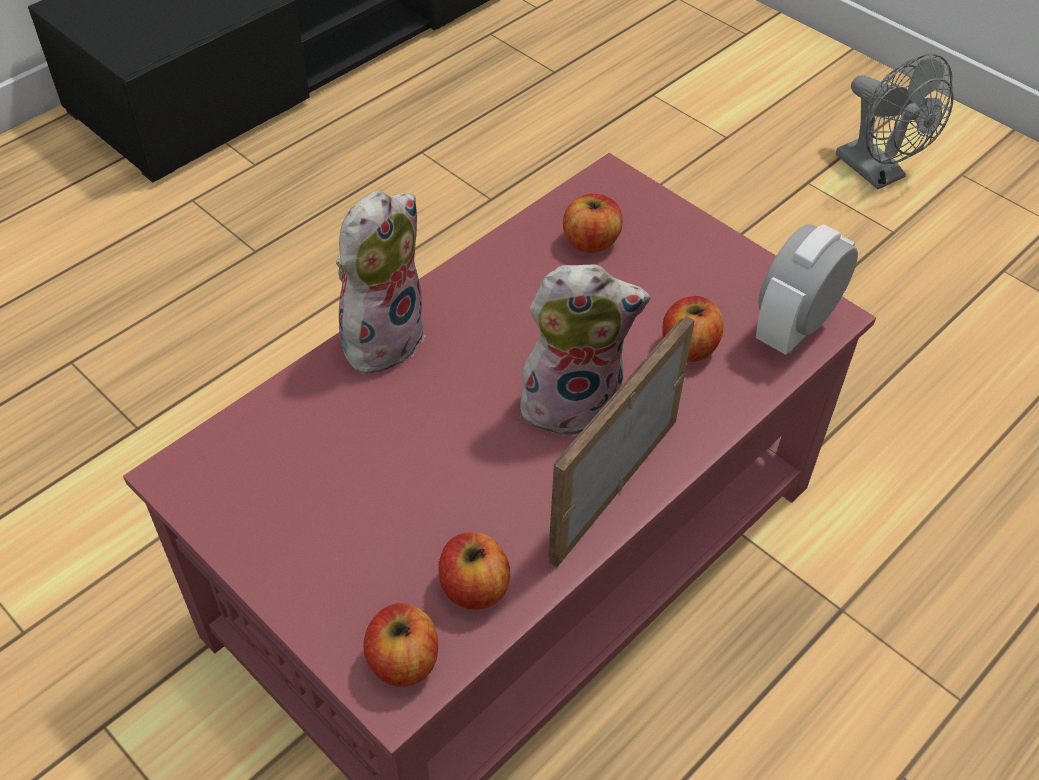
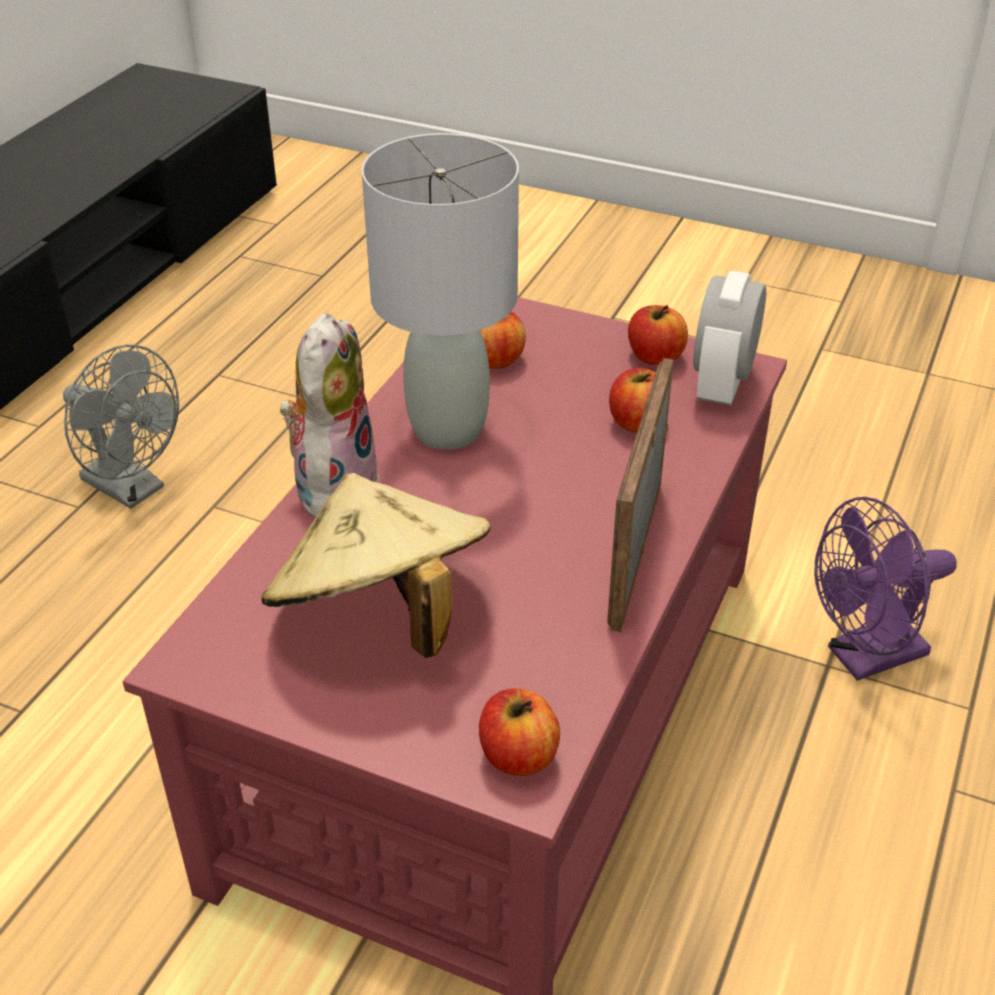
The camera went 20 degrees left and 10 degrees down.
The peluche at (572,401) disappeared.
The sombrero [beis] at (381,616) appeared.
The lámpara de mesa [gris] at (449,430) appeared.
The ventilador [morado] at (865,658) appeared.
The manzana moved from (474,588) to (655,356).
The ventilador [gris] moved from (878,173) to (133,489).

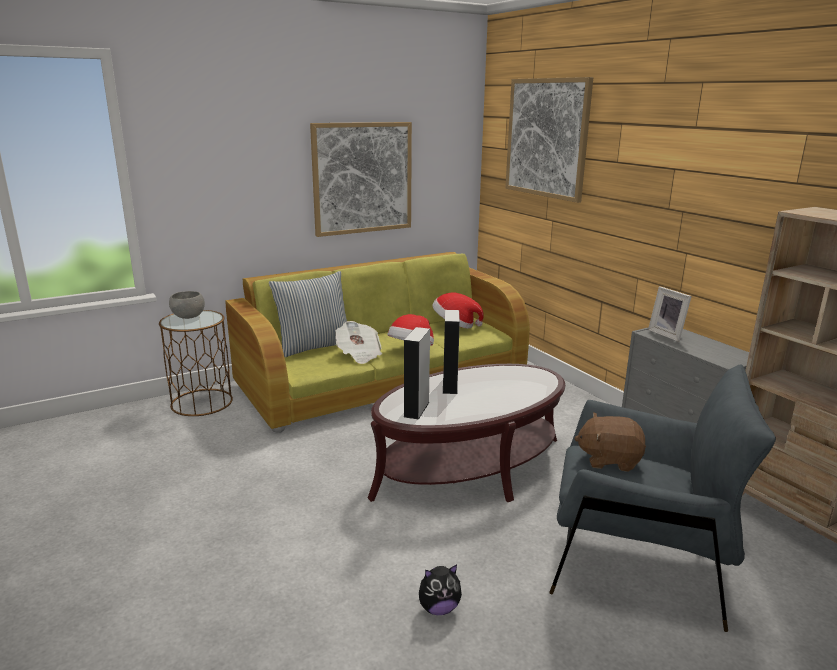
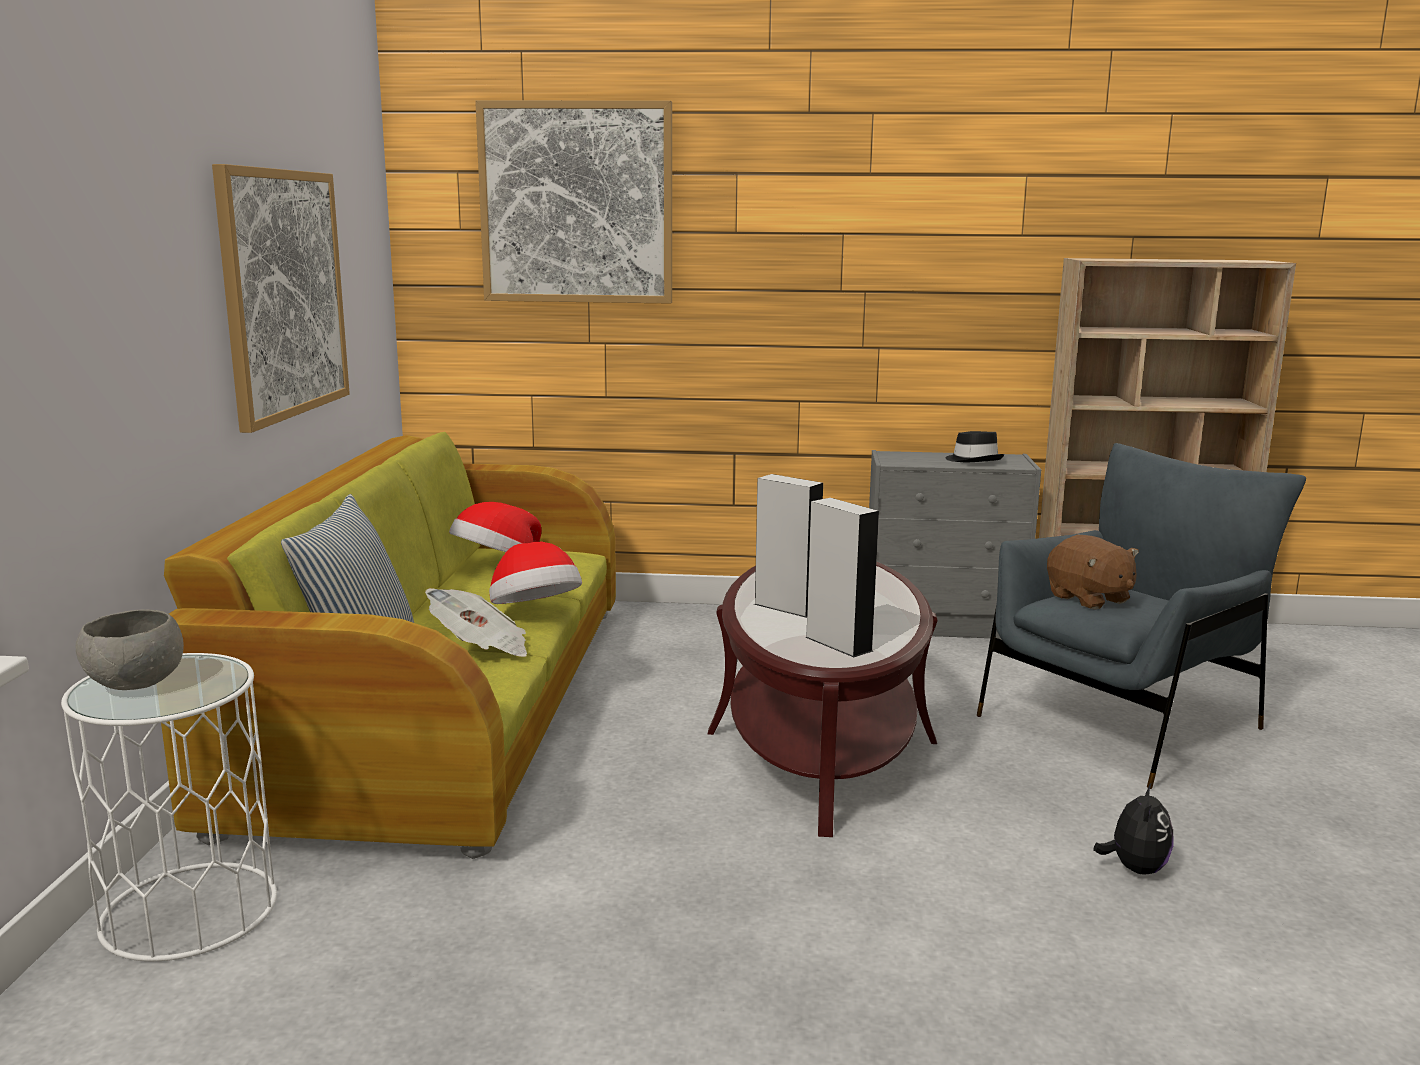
The camera went 55 degrees left and 5 degrees down.
The portarretratos at (668,334) disappeared.
The sombrero [negro] at (973,460) appeared.
The mesa auxiliar [marrón] at (202,402) became the mesa auxiliar [blanco] at (189,910).
The peluche [marrón] at (609,459) turned 75 degrees counterclockwise.

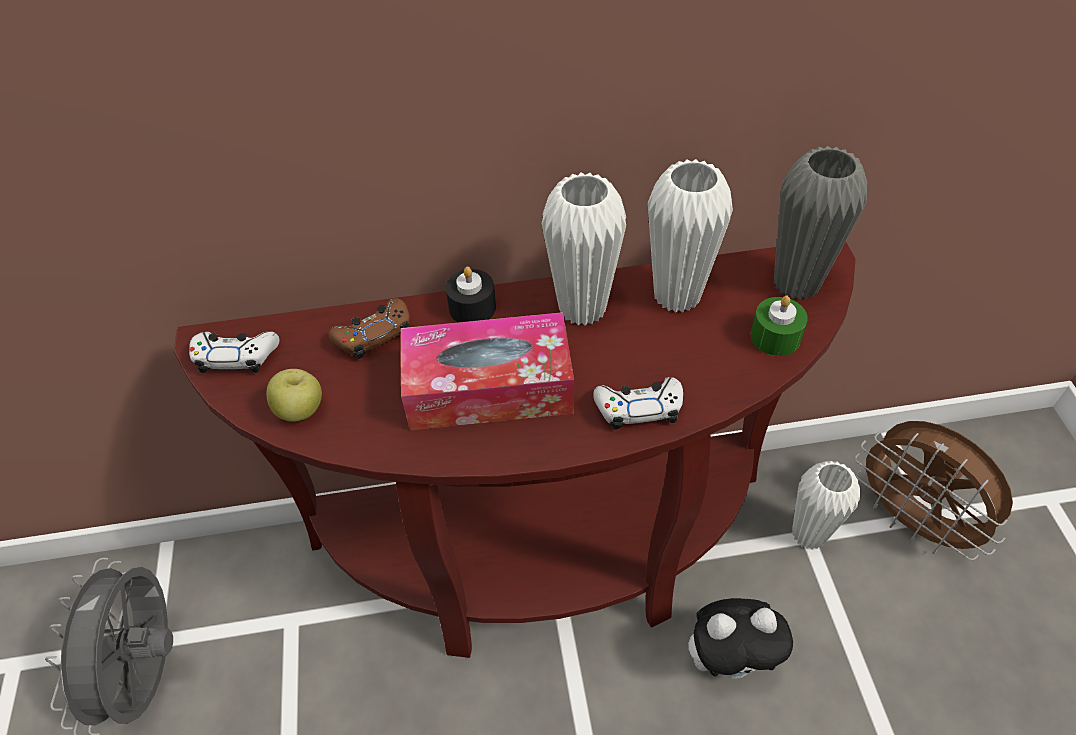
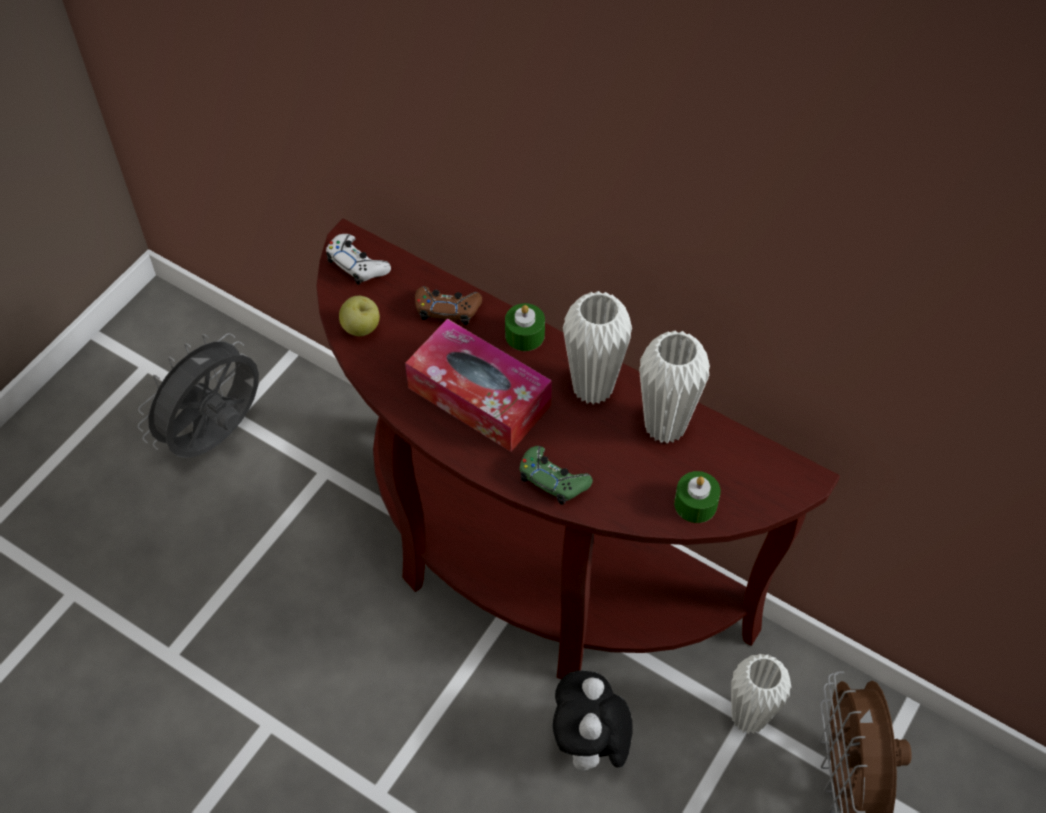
The camera went 40 degrees right and 5 degrees up.
The florero [gris] at (796,283) disappeared.
The vela [negro] at (472,307) became the vela [verde] at (524,335).
The mando de consola [blanco] at (639,408) became the mando de consola [verde] at (553,479).
The peluche at (730,659) turned 60 degrees clockwise.

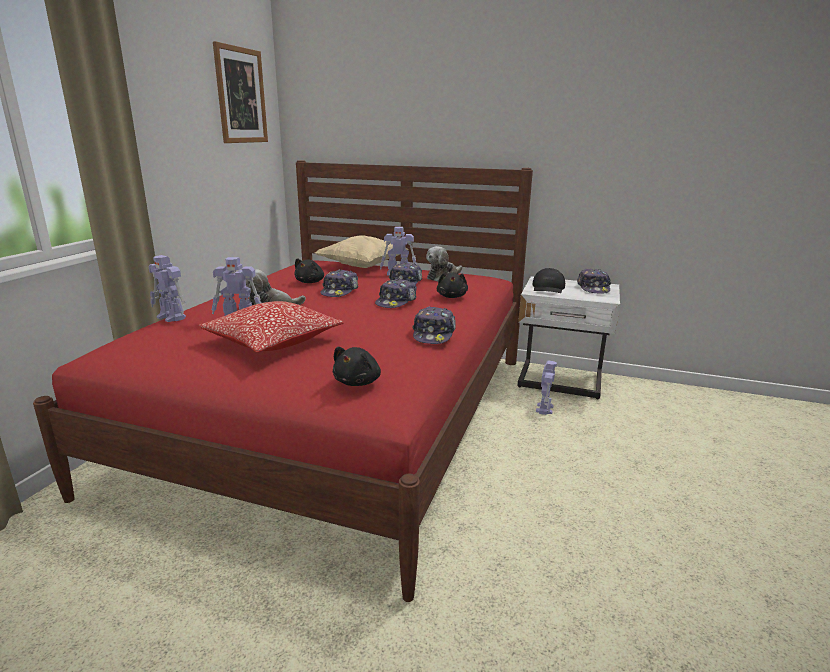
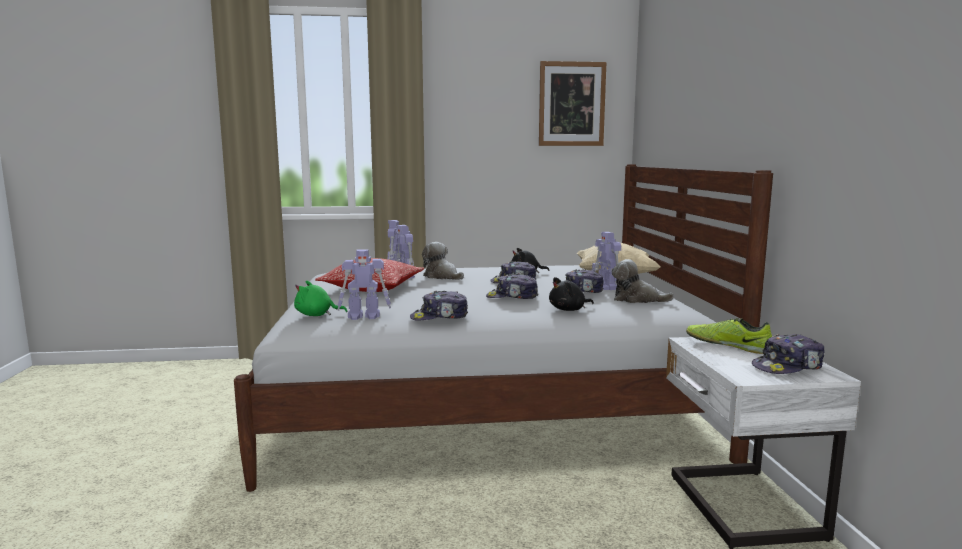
The camera went 65 degrees right and 10 degrees down.
The robot de juguete moved from (544,408) to (365,316).
The gorra [negro] at (548,288) was replaced by the zapato at (727,345).
The cama [rojo] at (341,416) became the cama [blanco] at (483,404).
The peluche [negro] at (358,382) became the peluche [verde] at (316,315).

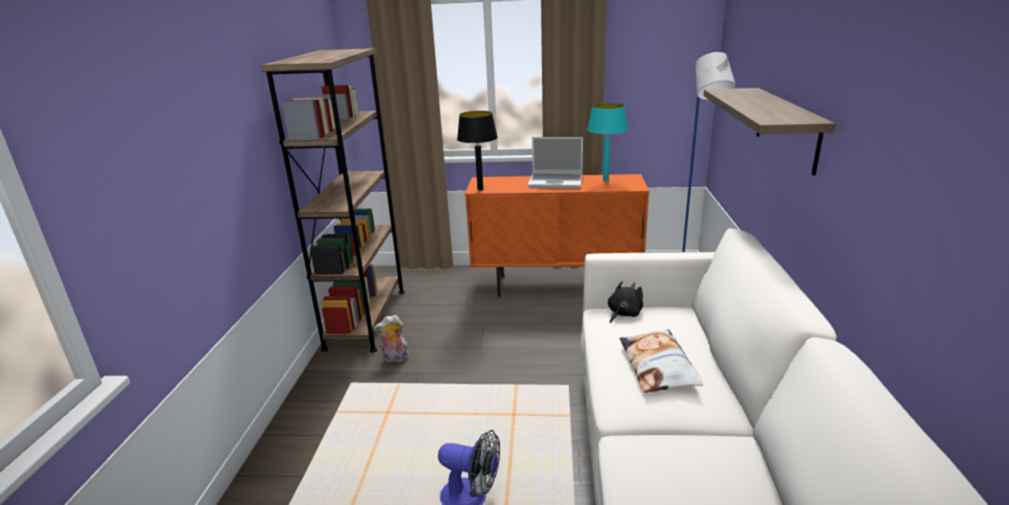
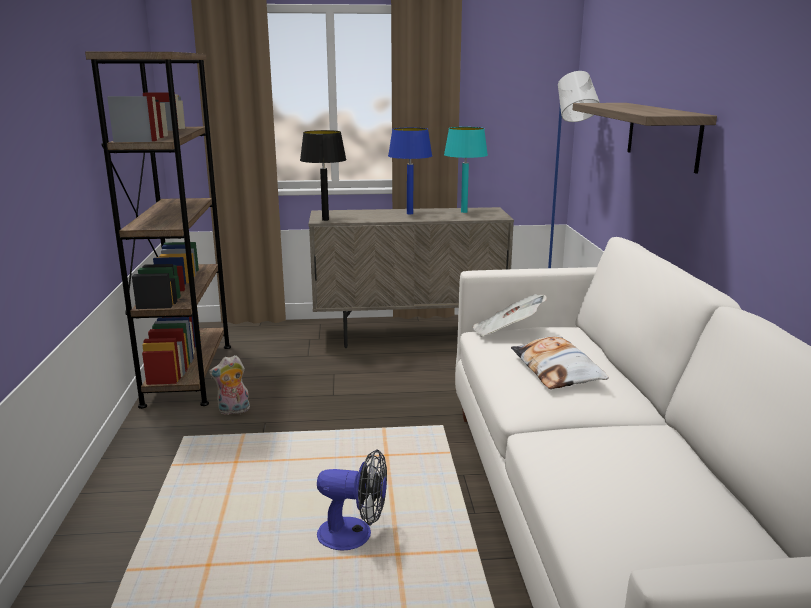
The camera went 10 degrees left and 5 degrees down.
The portátil at (556,182) was replaced by the lámpara de mesa [azul] at (410,213).
The peluche [negro] at (623,314) was replaced by the periódico at (506,333).
The armario [naranja] at (556,286) became the armario [beis] at (409,335).

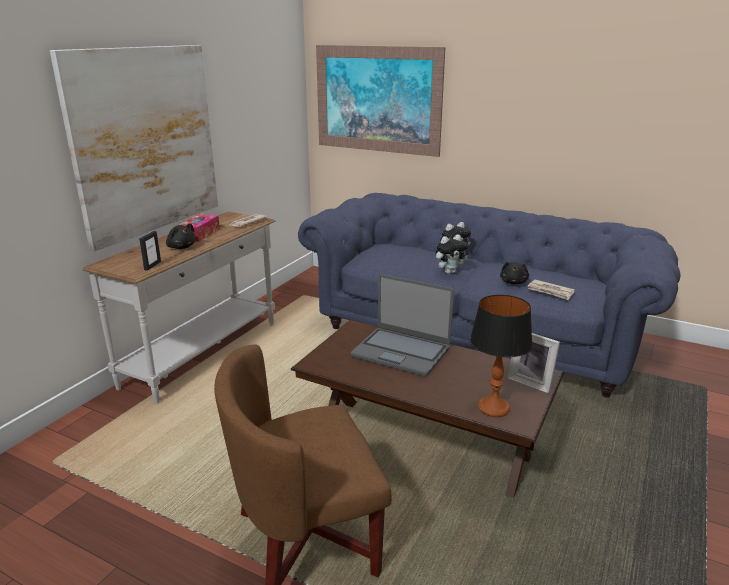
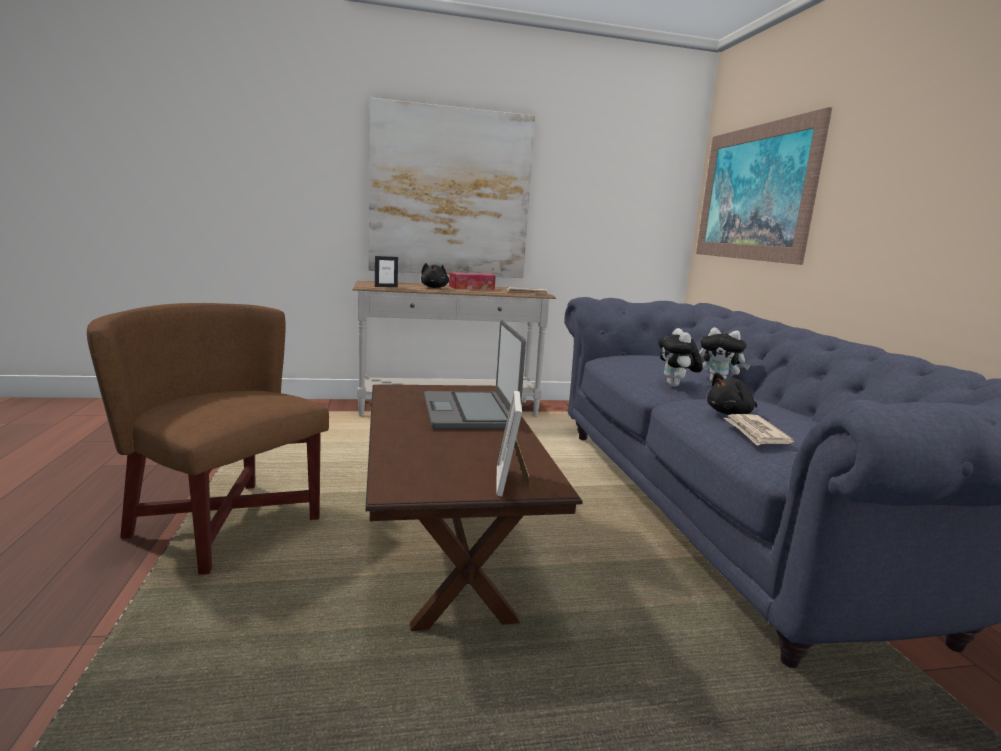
The camera went 50 degrees right and 10 degrees down.
The lámpara de mesa at (494,408) disappeared.
The peluche at (449,272) turned 60 degrees clockwise.

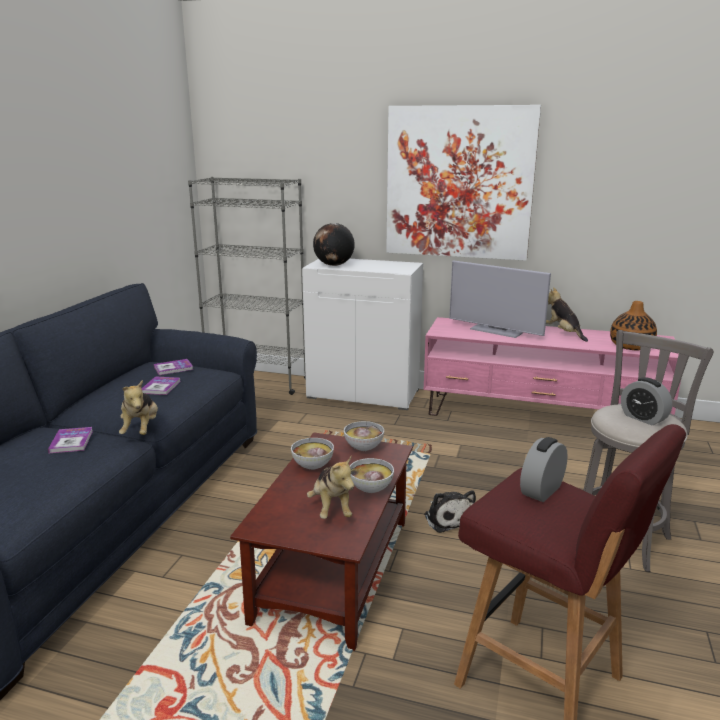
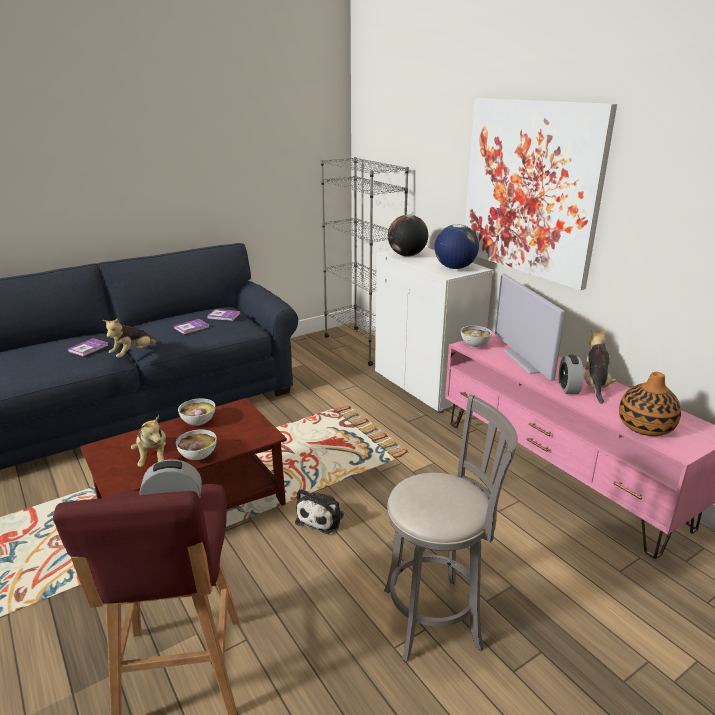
The camera went 40 degrees right and 5 degrees up.
The globo terráqueo at (454,268) appeared.
The cuenco moved from (364,448) to (475,345).
The despertador moved from (643,418) to (568,388).
The peluche at (331,508) turned 45 degrees counterclockwise.

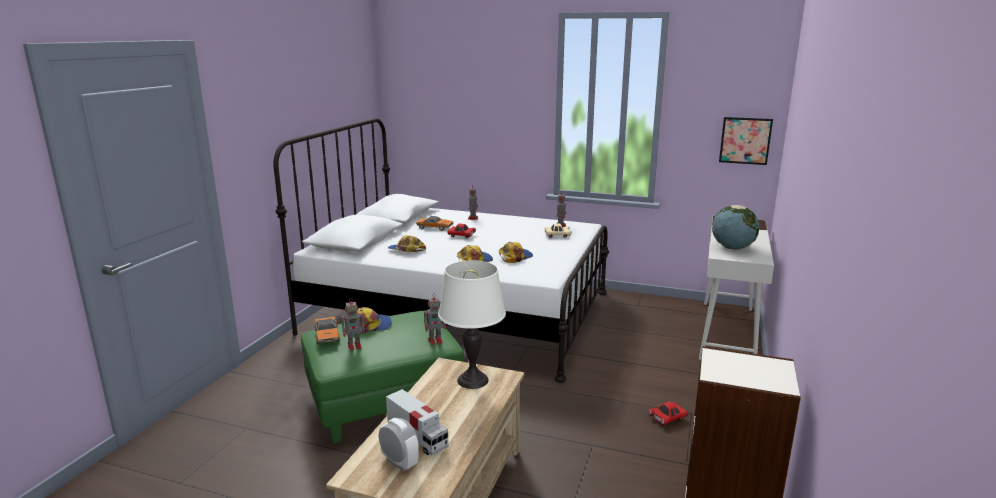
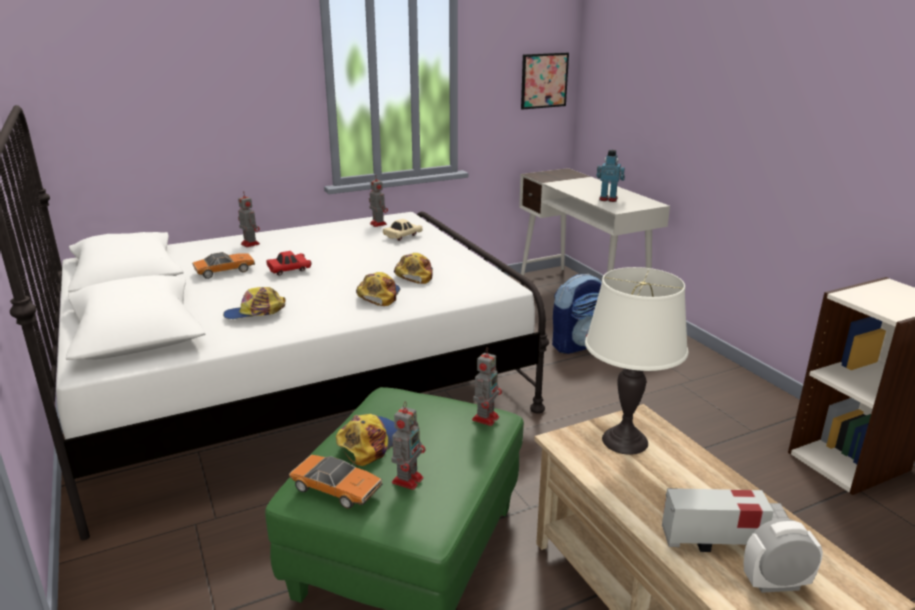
The camera went 45 degrees left and 5 degrees up.
The coche de juguete [rojo] at (667,419) disappeared.
The mochila at (577,344) appeared.
The globo terráqueo at (732,248) was replaced by the robot de juguete at (608,199).

